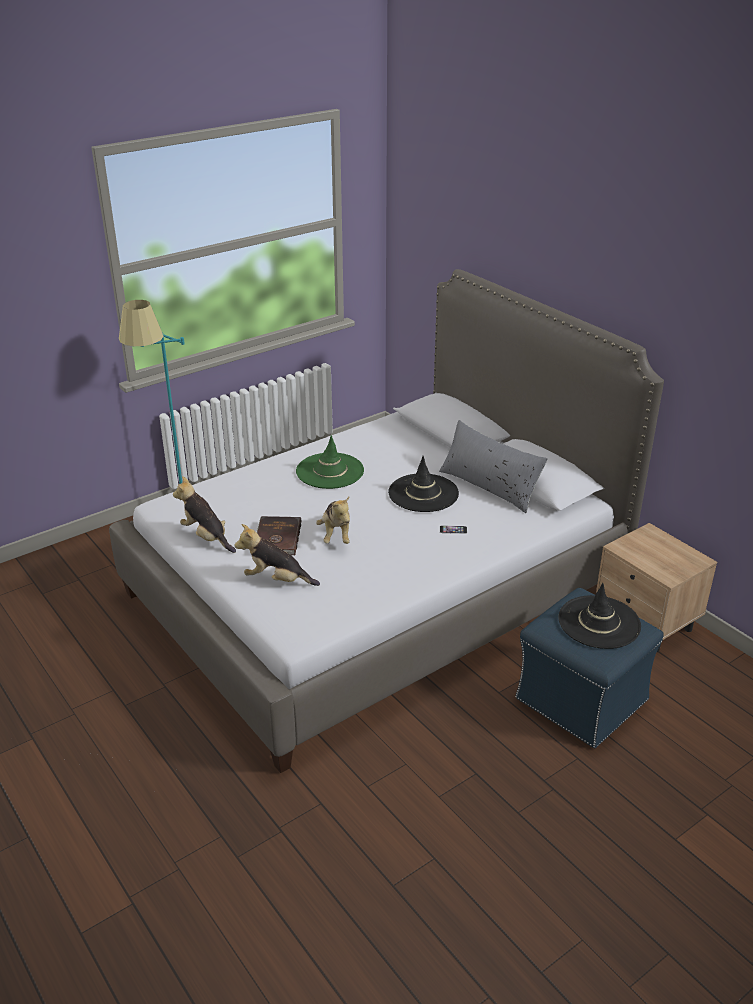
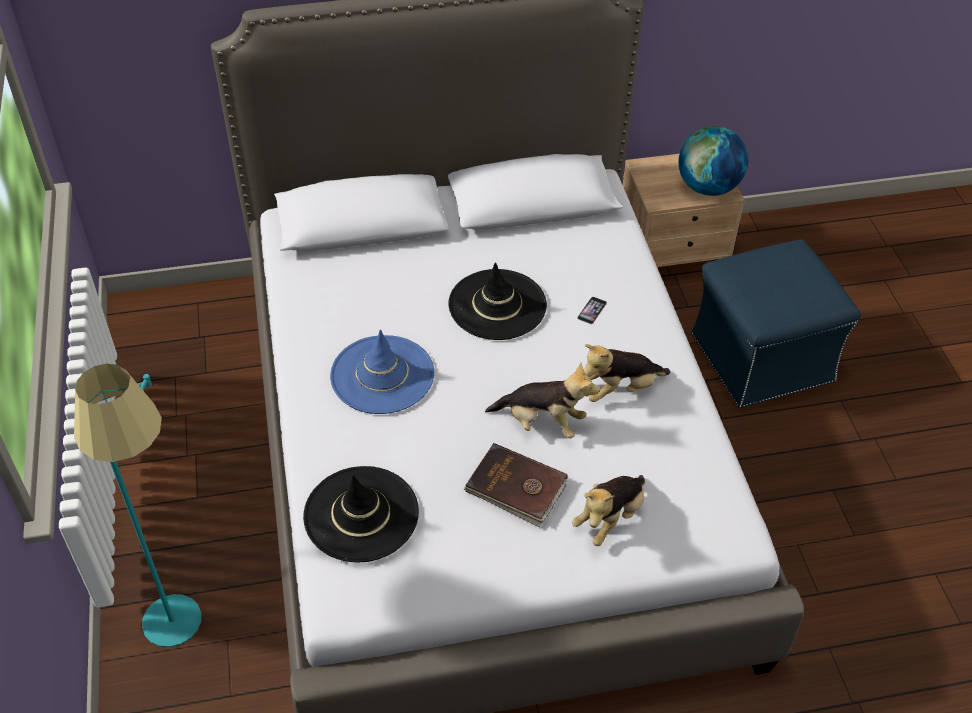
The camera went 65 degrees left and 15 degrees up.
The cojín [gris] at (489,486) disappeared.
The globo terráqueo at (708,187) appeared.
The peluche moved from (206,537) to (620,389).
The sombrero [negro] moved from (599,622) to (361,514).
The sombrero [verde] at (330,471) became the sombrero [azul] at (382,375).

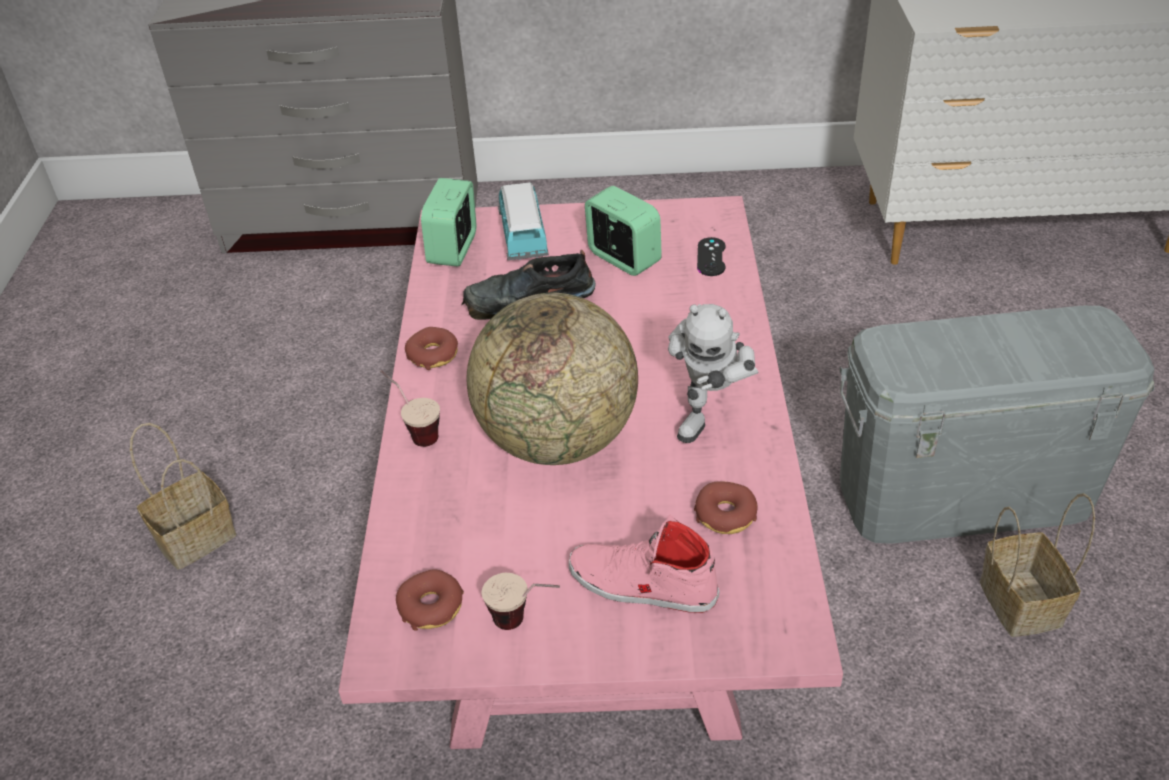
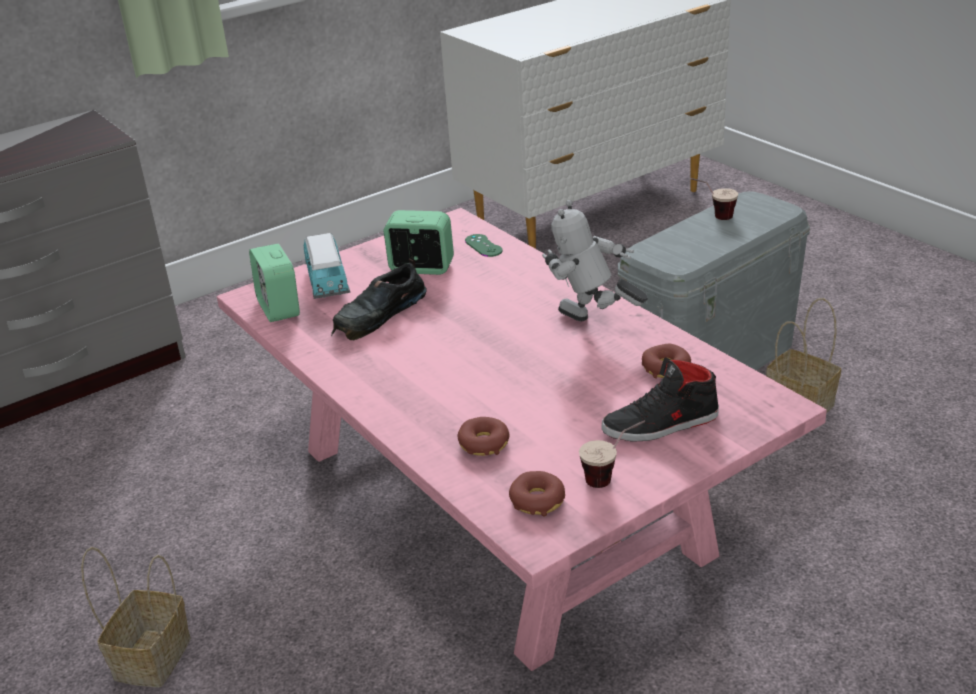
The camera went 35 degrees left and 10 degrees down.
The globo terráqueo at (558,439) disappeared.
The taza moved from (414,431) to (713,217).
The rosquilla moved from (433,355) to (483,443).
The zapato [rosa] at (642,585) became the zapato [negro] at (661,424).
The mando de consola [negro] at (711,257) became the mando de consola [verde] at (483,246).
The coche de juguete at (523,238) turned 150 degrees counterclockwise.
The robot de juguete at (710,415) turned 135 degrees clockwise.

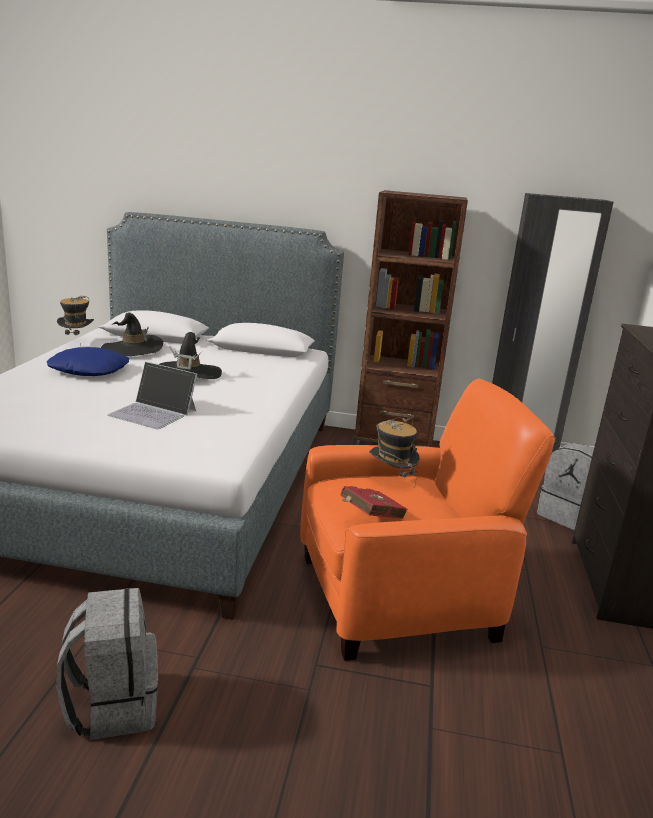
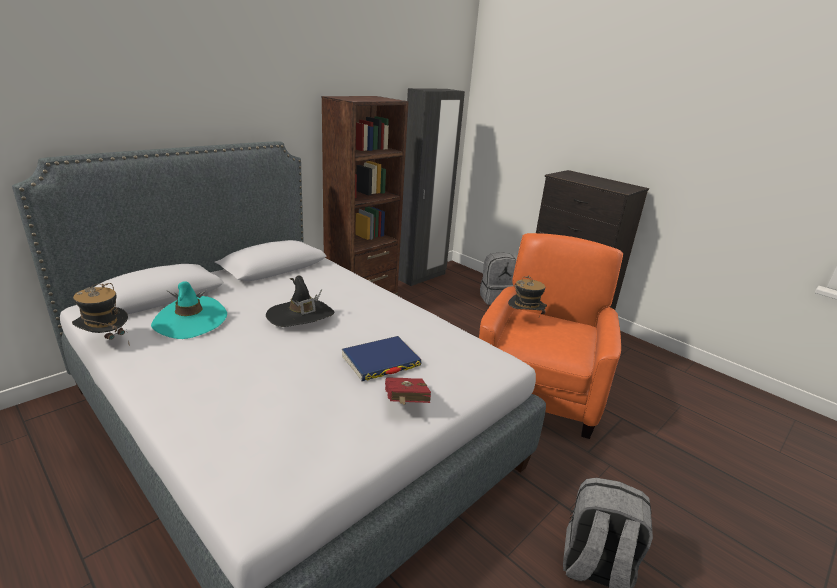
The camera went 55 degrees left and 5 degrees up.
The cojín [azul] at (89,370) disappeared.
The libro [rojo] moved from (369,518) to (405,404).
The portátil at (153,412) was replaced by the libro [azul] at (381,361).
The sombrero [negro] at (132,350) became the sombrero [turquesa] at (190,321).

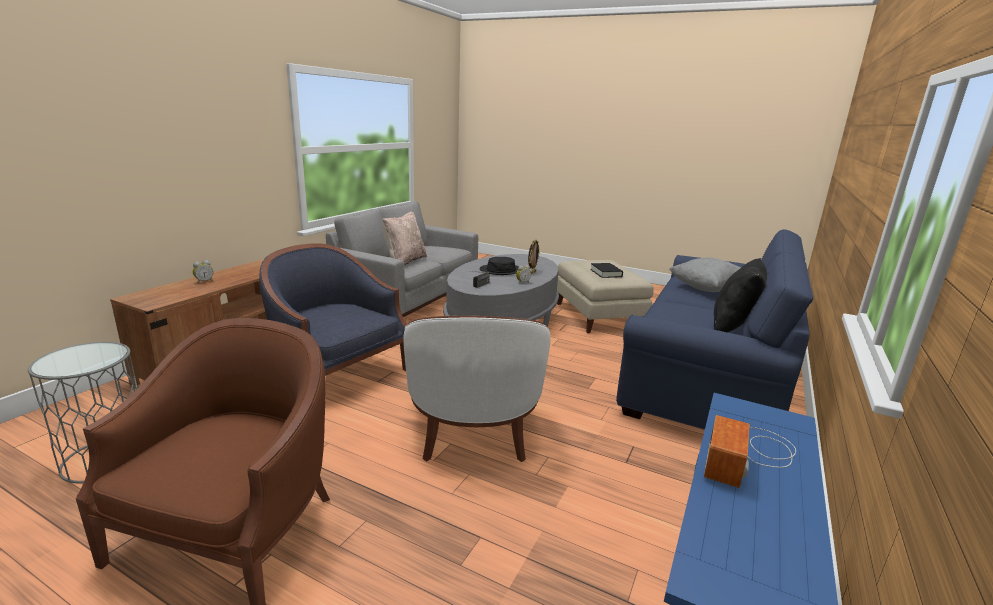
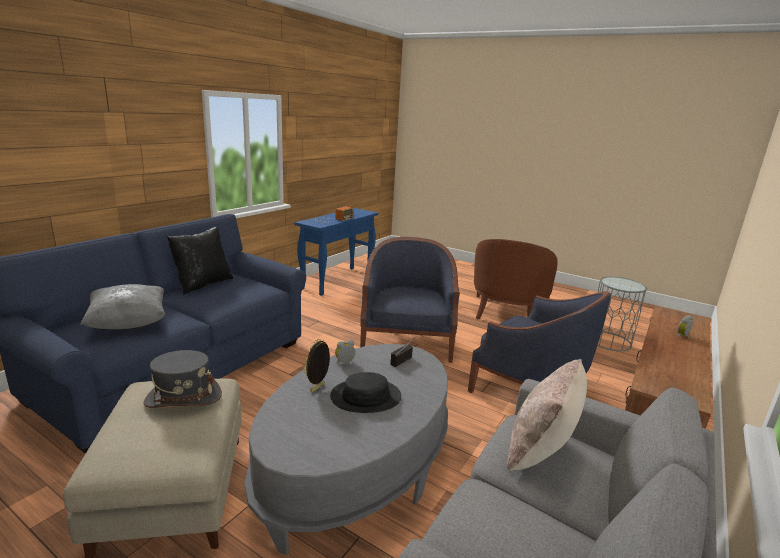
The camera went 175 degrees left and 0 degrees up.
The libro [negro] at (606,273) was replaced by the sombrero [gris] at (183,398).
The sillón [blanco] at (473,428) became the sillón [azul] at (406,342).

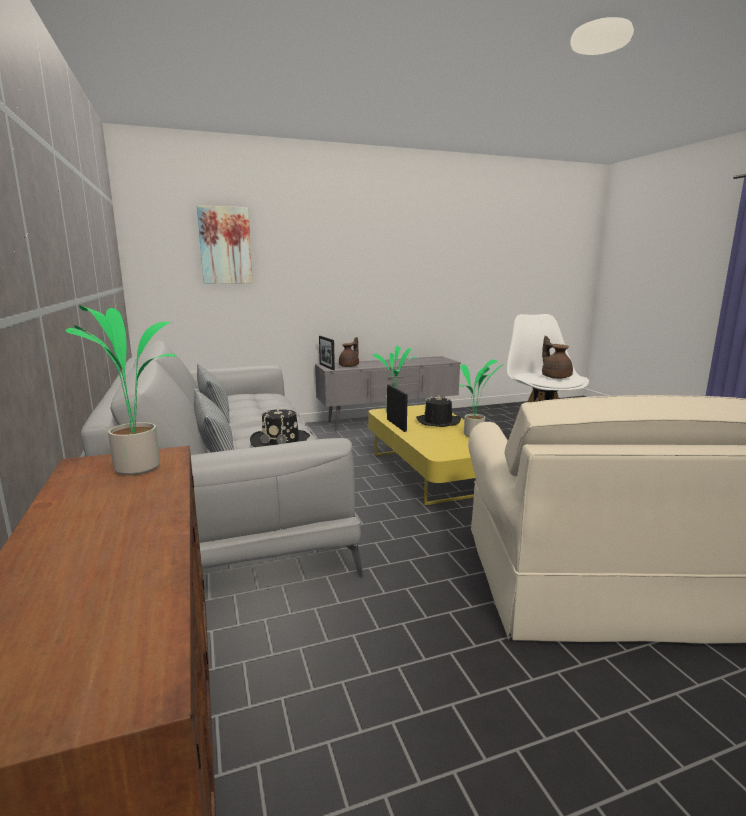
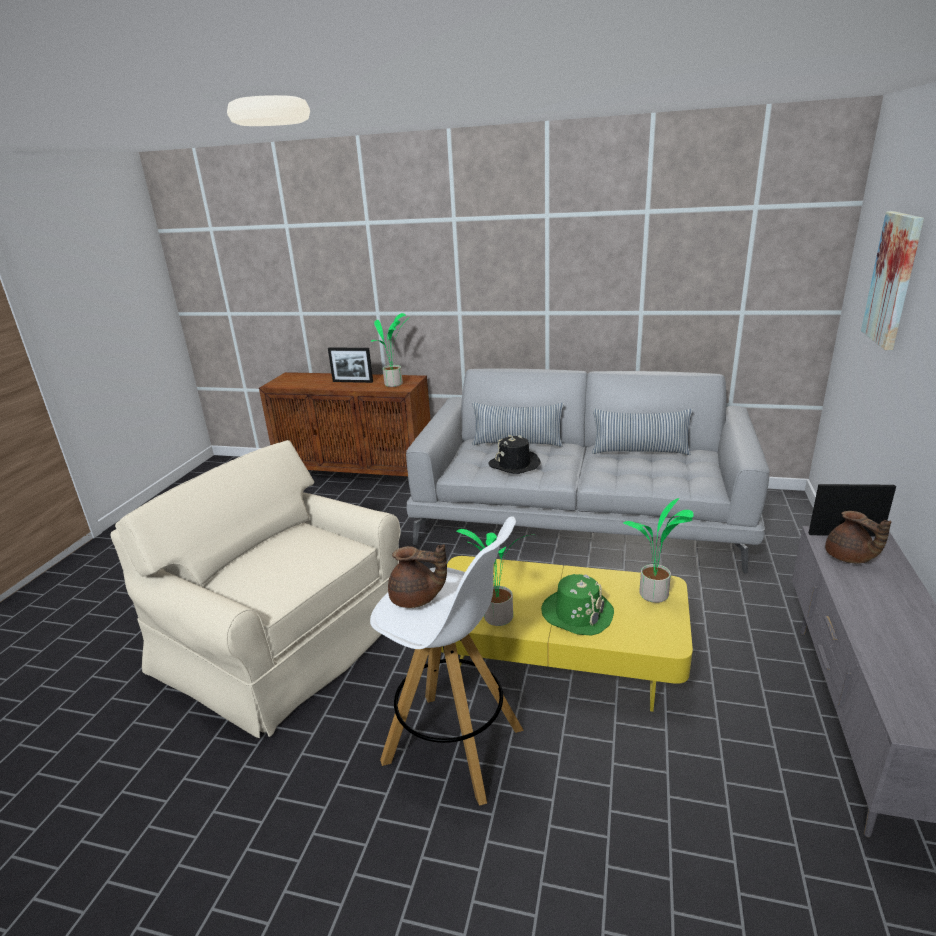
The camera went 125 degrees right and 10 degrees up.
The portarretratos moved from (396,425) to (352,381).
The sombrero [negro] at (438,422) became the sombrero [verde] at (577,613).

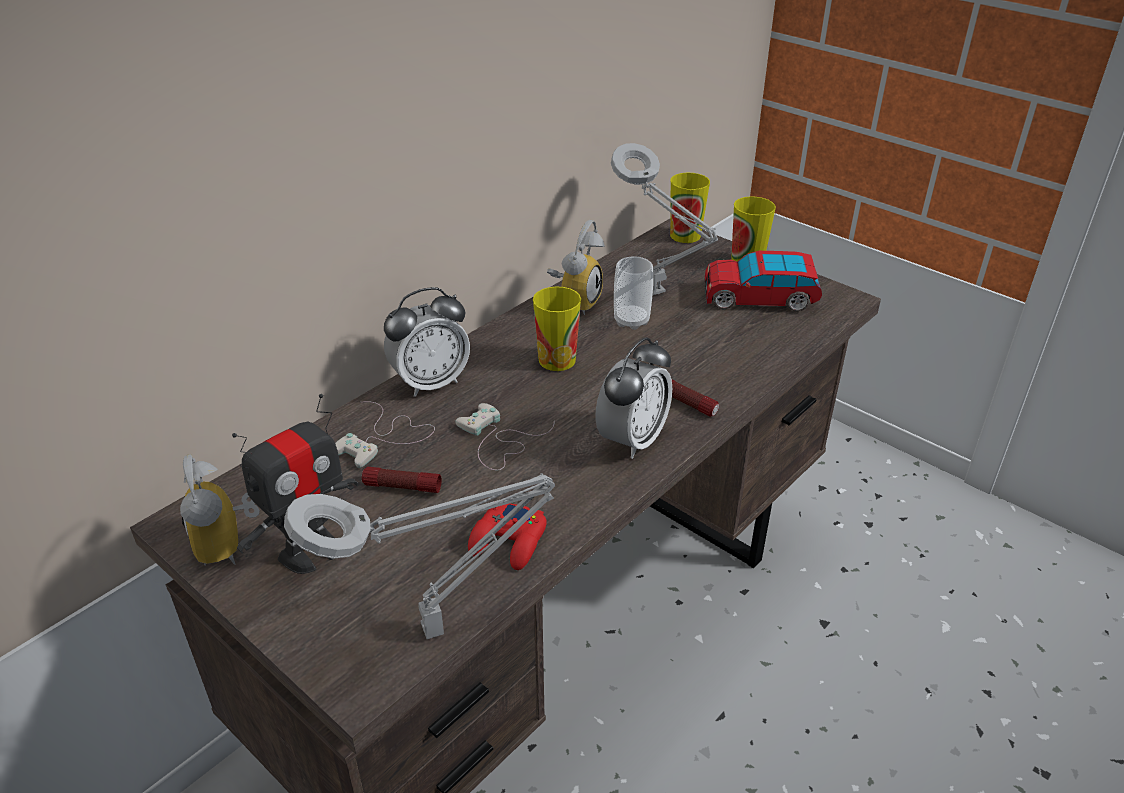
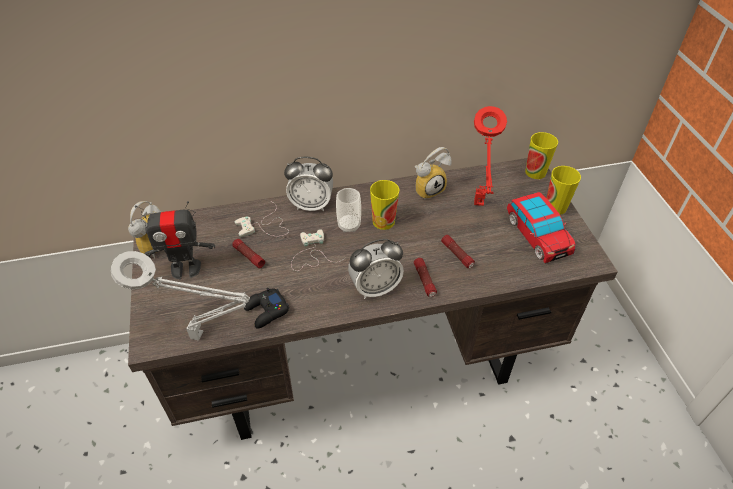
The camera went 35 degrees right and 10 degrees up.
The linterna at (457,255) appeared.
The taza moved from (631,321) to (349,225).
The mando de consola [rojo] at (509,542) became the mando de consola [negro] at (266,311).
The lámpara de mesa [gris] at (659,295) became the lámpara de mesa [rojo] at (478,206).
The coche de juguete at (760,298) turned 150 degrees counterclockwise.

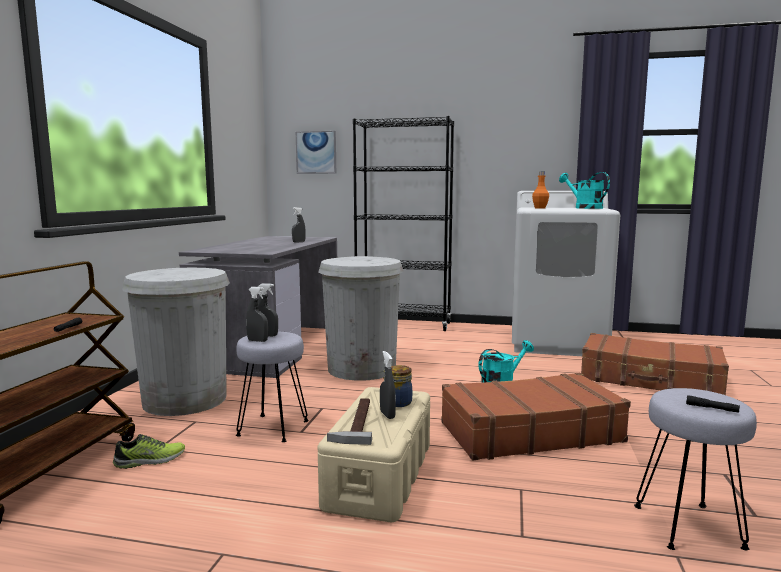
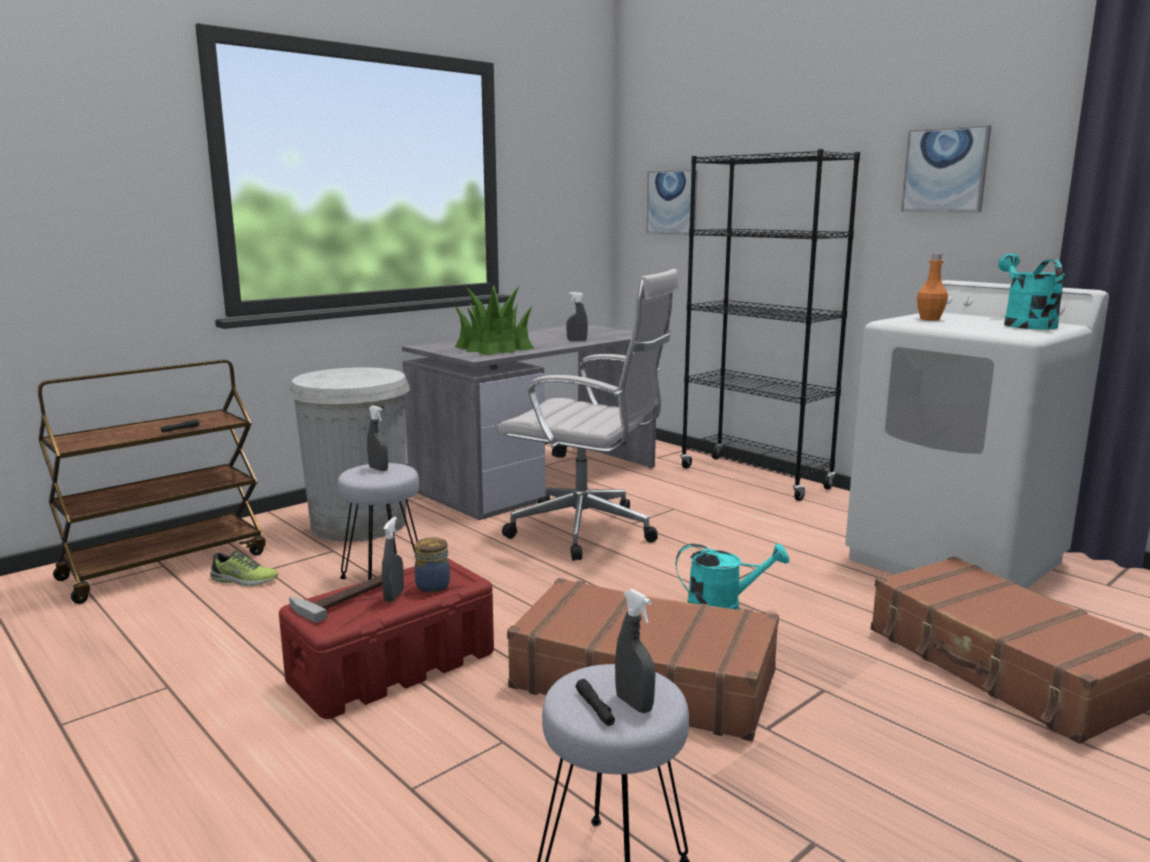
The camera went 35 degrees right and 5 degrees up.
The planta en maceta at (493,348) appeared.
The cuadro at (945,170) appeared.
The pulverizador [gris] moved from (257,341) to (634,704).
The papelera [blanco] at (362,369) was replaced by the silla de oficina [blanco] at (589,532).
The caja de almacenaje [beis] at (380,475) became the caja de almacenaje [rojo] at (394,666).

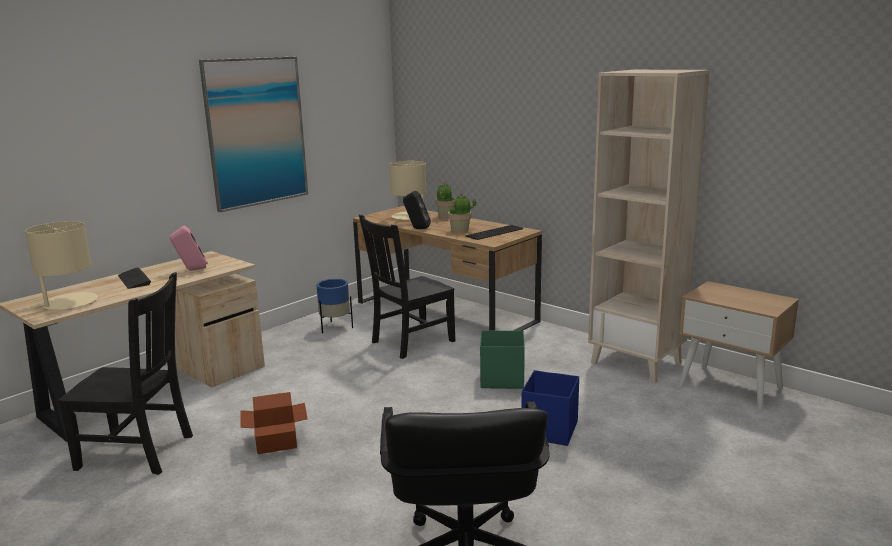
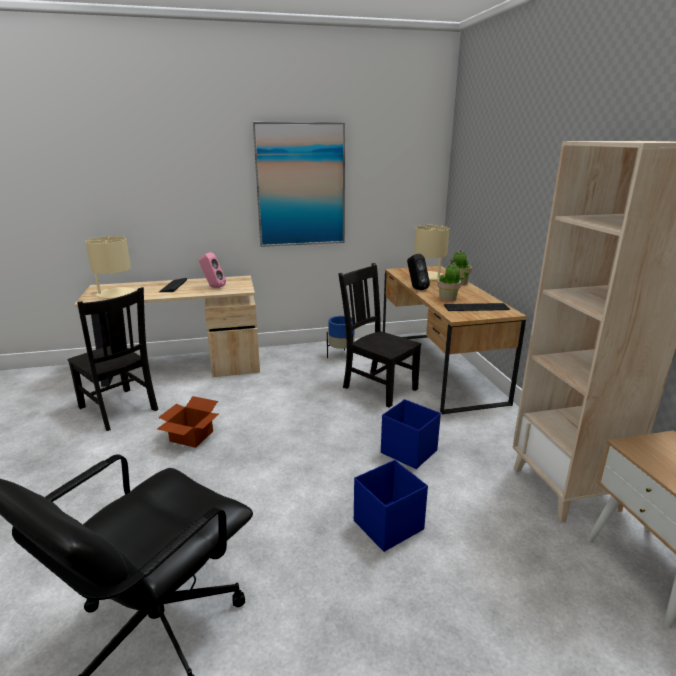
The camera went 35 degrees right and 5 degrees up.
The caja de almacenaje [verde] at (501,379) became the caja de almacenaje [azul] at (408,451).
The silla [negro] at (410,342) turned 45 degrees clockwise.

